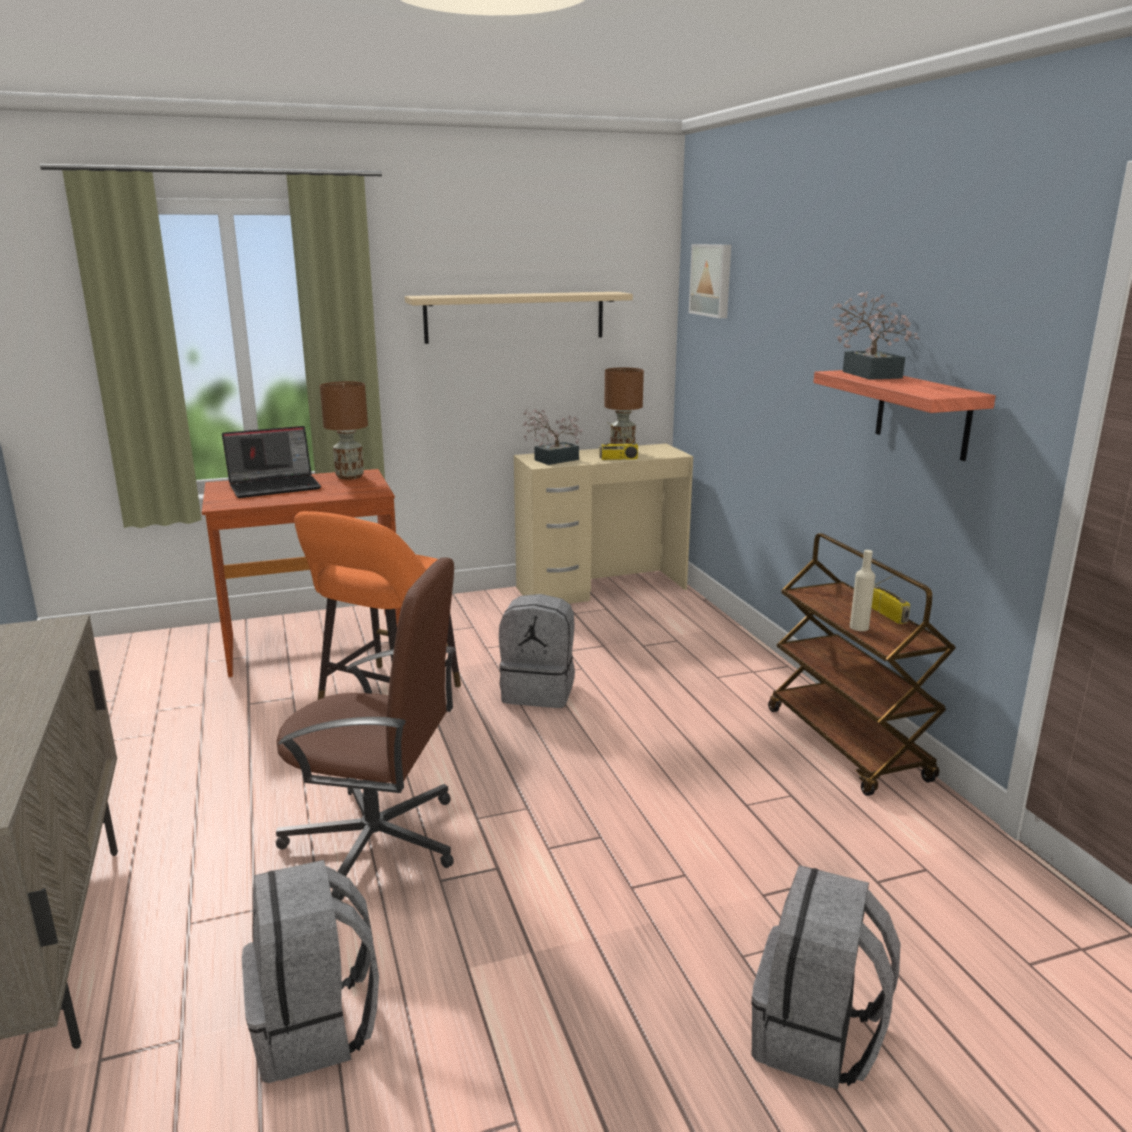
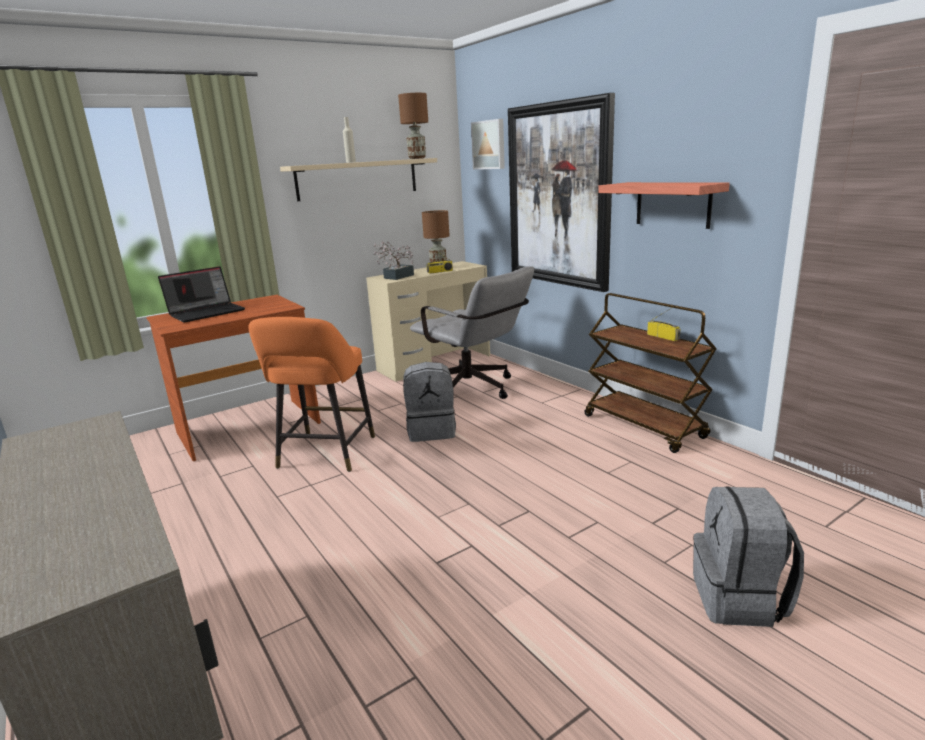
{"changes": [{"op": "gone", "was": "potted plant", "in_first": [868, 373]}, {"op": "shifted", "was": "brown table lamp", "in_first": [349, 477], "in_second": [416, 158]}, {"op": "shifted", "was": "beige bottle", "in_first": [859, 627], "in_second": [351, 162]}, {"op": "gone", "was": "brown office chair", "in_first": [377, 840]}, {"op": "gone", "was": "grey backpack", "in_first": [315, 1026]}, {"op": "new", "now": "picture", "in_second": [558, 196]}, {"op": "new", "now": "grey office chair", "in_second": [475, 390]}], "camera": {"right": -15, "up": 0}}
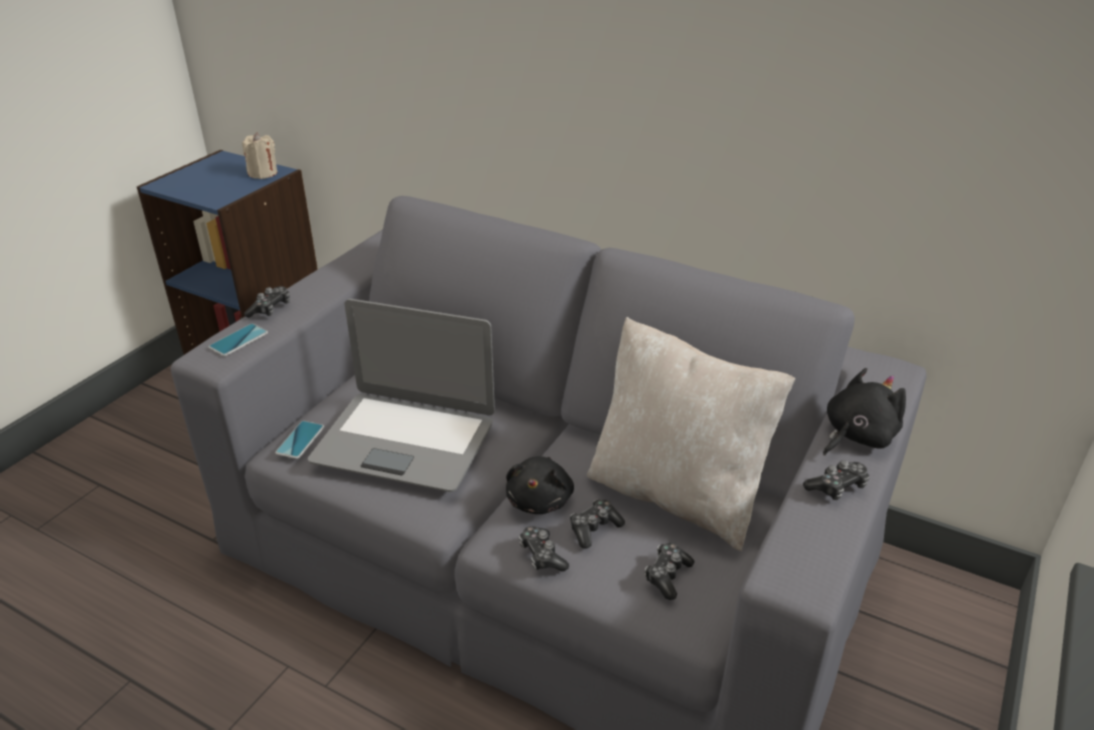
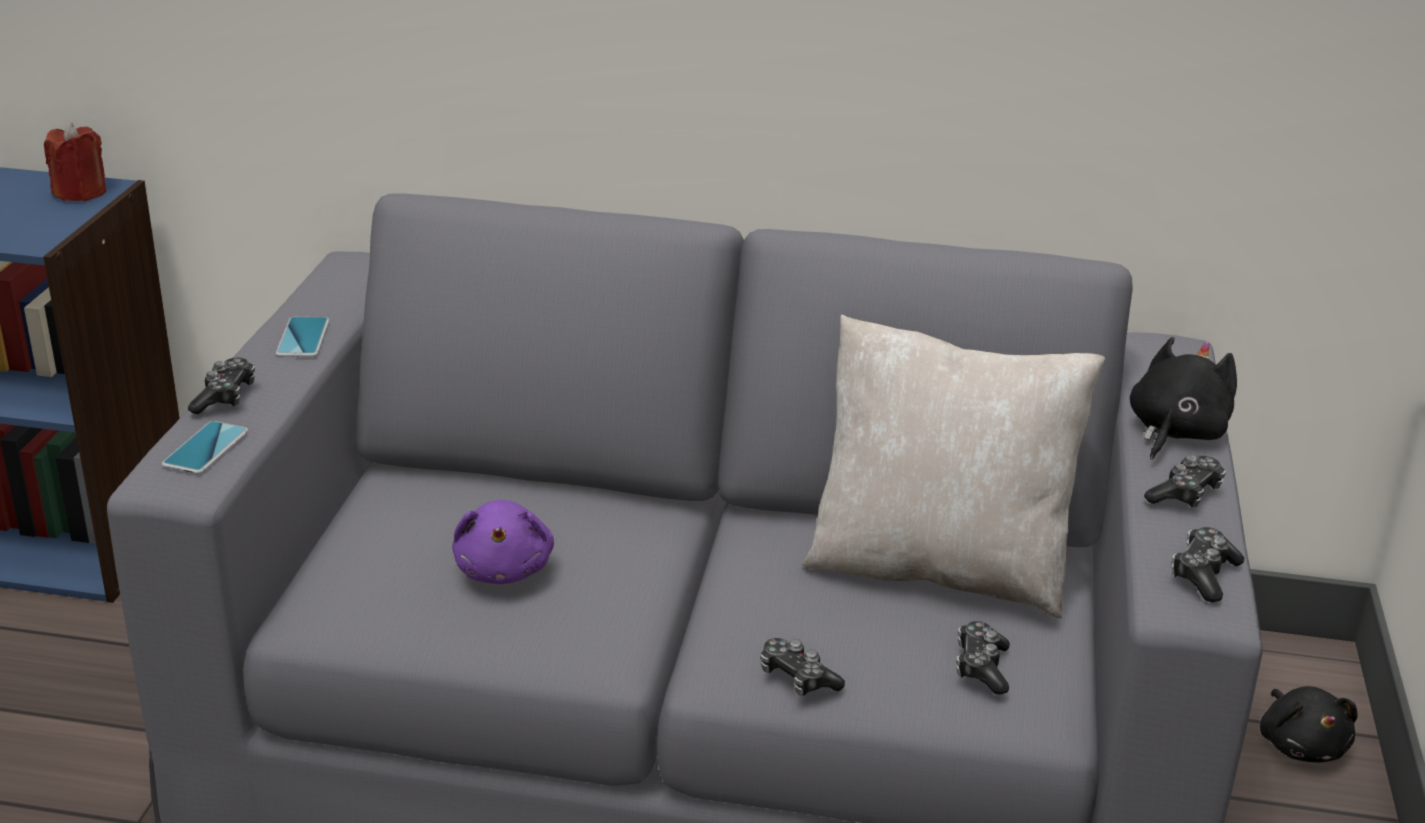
{"changes": [{"op": "repainted", "was": "beige candle", "now": "red candle", "in_first": [263, 173], "in_second": [80, 193]}, {"op": "swapped", "was": "laptop", "now": "purple plush toy", "in_first": [405, 441], "in_second": [504, 569]}, {"op": "shifted", "was": "phone", "in_first": [300, 440], "in_second": [303, 338]}, {"op": "shifted", "was": "black plush toy", "in_first": [540, 500], "in_second": [1301, 745]}, {"op": "shifted", "was": "game controller", "in_first": [594, 528], "in_second": [1203, 575]}], "camera": {"right": -20, "up": -5}}
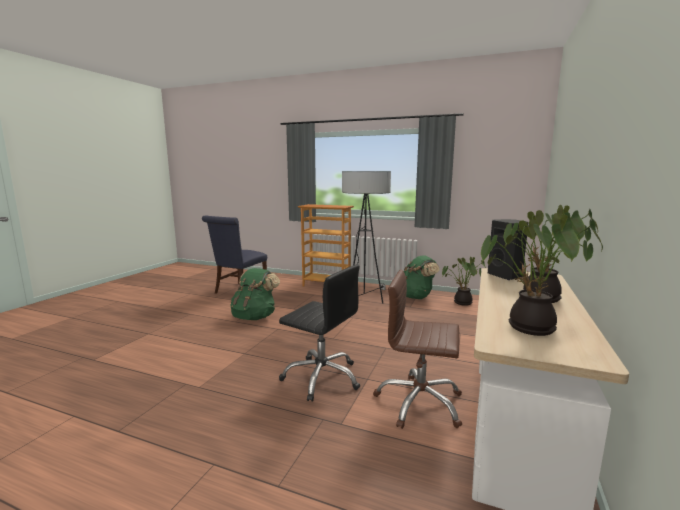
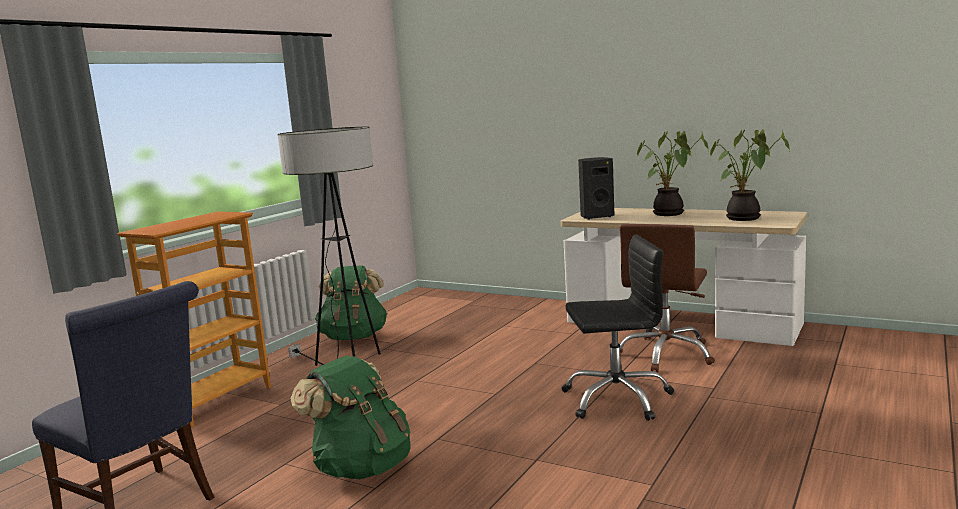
{"changes": [{"op": "gone", "was": "potted plant", "in_first": [461, 303]}, {"op": "rotated", "was": "black office chair", "in_first": [322, 377], "in_second": [616, 398], "clockwise": 45}], "camera": {"right": -80, "up": 0}}
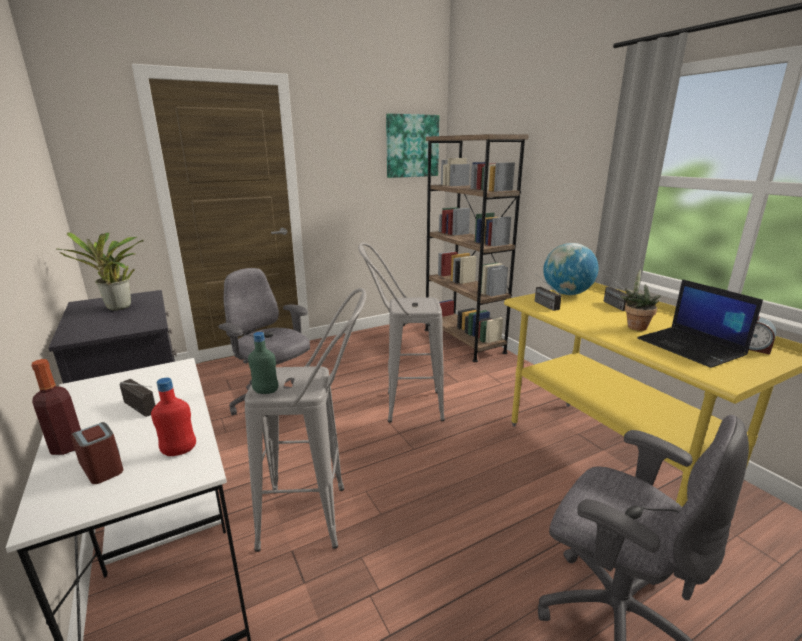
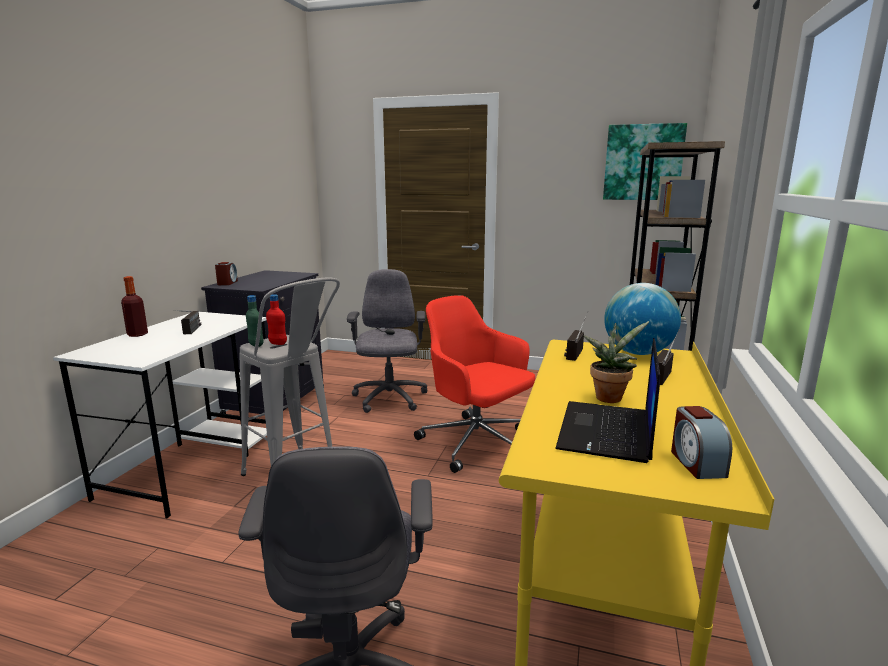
{"changes": [{"op": "gone", "was": "potted plant", "in_first": [118, 308]}, {"op": "swapped", "was": "grey stool", "now": "red office chair", "in_first": [403, 406], "in_second": [476, 443]}, {"op": "shifted", "was": "red bottle", "in_first": [179, 451], "in_second": [278, 343]}, {"op": "shifted", "was": "alarm clock", "in_first": [102, 467], "in_second": [227, 283]}], "camera": {"right": 45, "up": -5}}
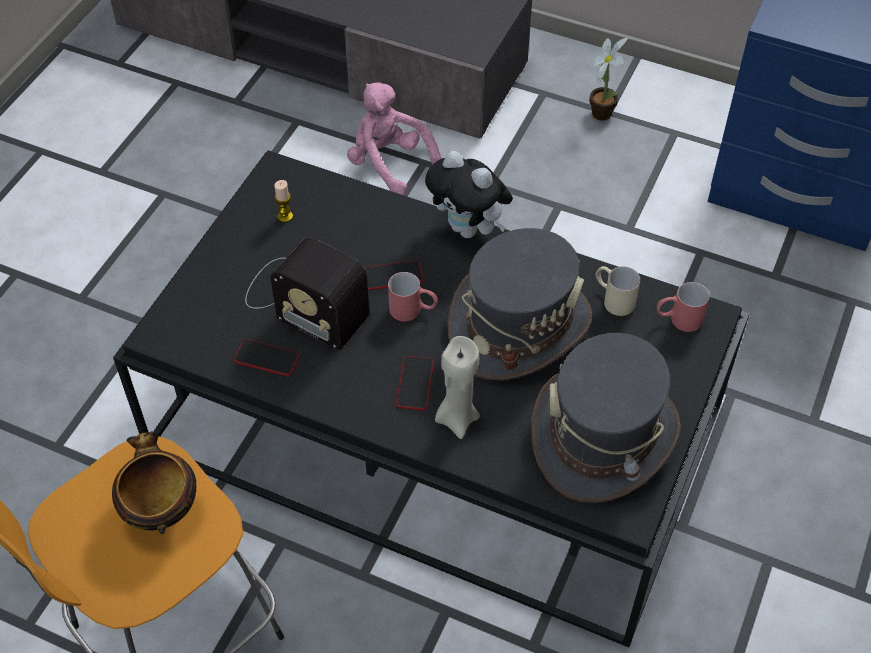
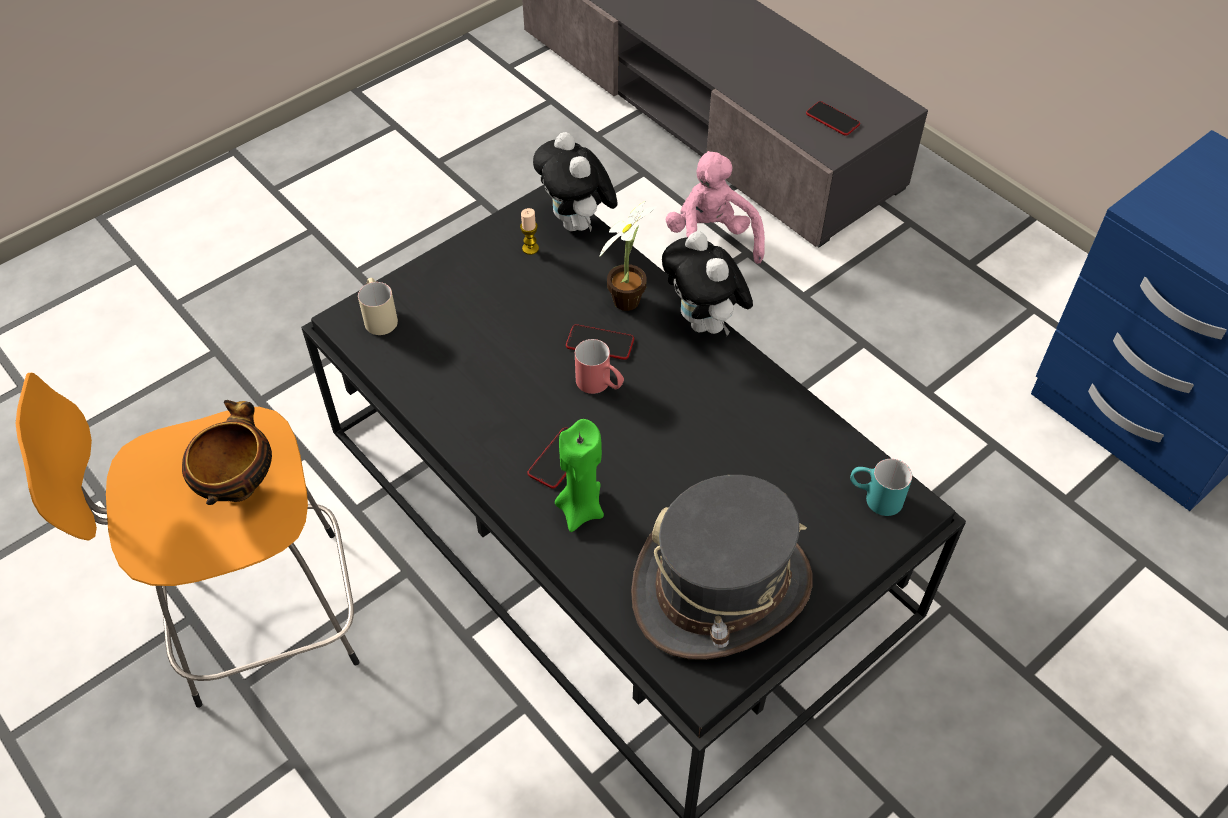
{"changes": [{"op": "shifted", "was": "potted plant", "in_first": [602, 111], "in_second": [629, 298]}, {"op": "gone", "was": "grey hat", "in_first": [518, 326]}, {"op": "gone", "was": "radio", "in_first": [303, 300]}, {"op": "shifted", "was": "beige mug", "in_first": [613, 299], "in_second": [379, 316]}, {"op": "repainted", "was": "red mug", "now": "turquoise mug", "in_first": [678, 320], "in_second": [874, 497]}, {"op": "repainted", "was": "beige candle", "now": "green candle", "in_first": [457, 418], "in_second": [580, 509]}, {"op": "shifted", "was": "phone", "in_first": [267, 358], "in_second": [832, 119]}, {"op": "new", "now": "plush toy", "in_second": [577, 224]}], "camera": {"right": 25, "up": 0}}
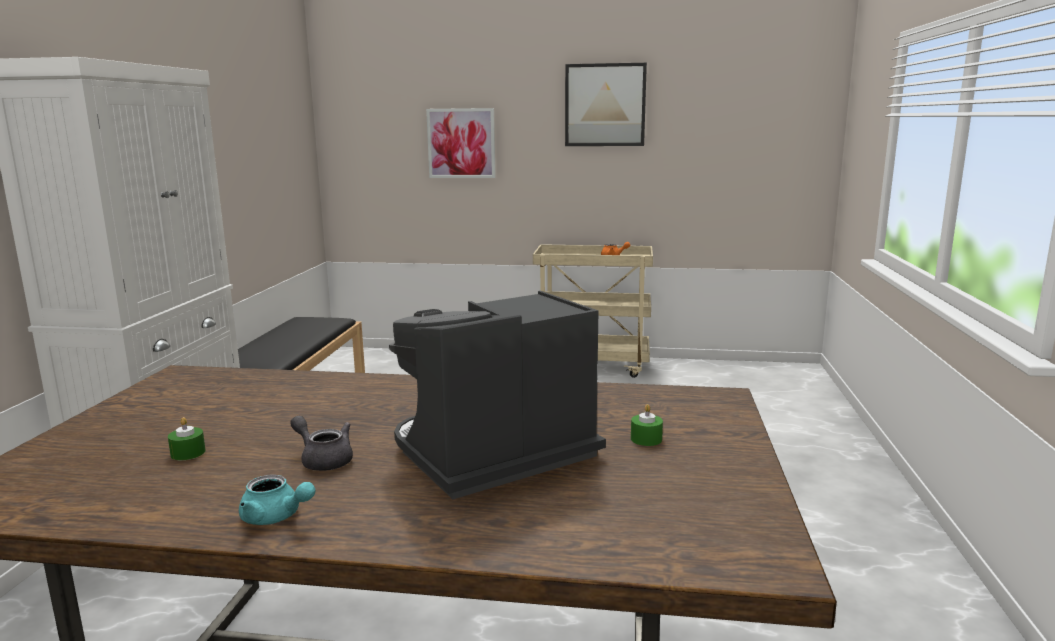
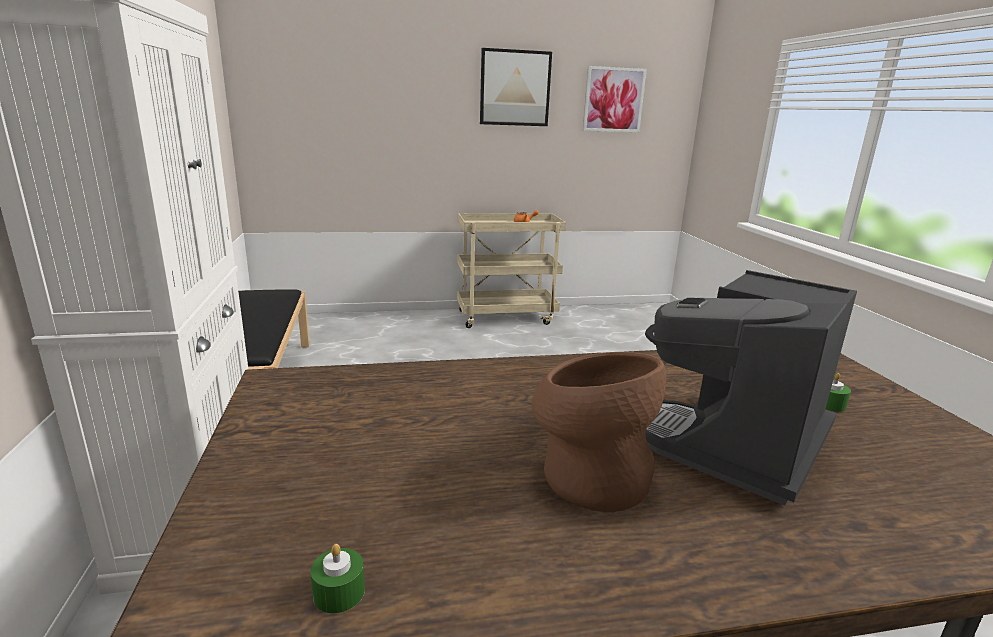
{"changes": [{"op": "shifted", "was": "picture", "in_first": [461, 143], "in_second": [613, 100]}, {"op": "swapped", "was": "grey teapot", "now": "brown vase", "in_first": [323, 460], "in_second": [588, 476]}, {"op": "shifted", "was": "green candle", "in_first": [188, 453], "in_second": [339, 592]}, {"op": "gone", "was": "turquoise teapot", "in_first": [276, 517]}], "camera": {"right": -20, "up": 5}}
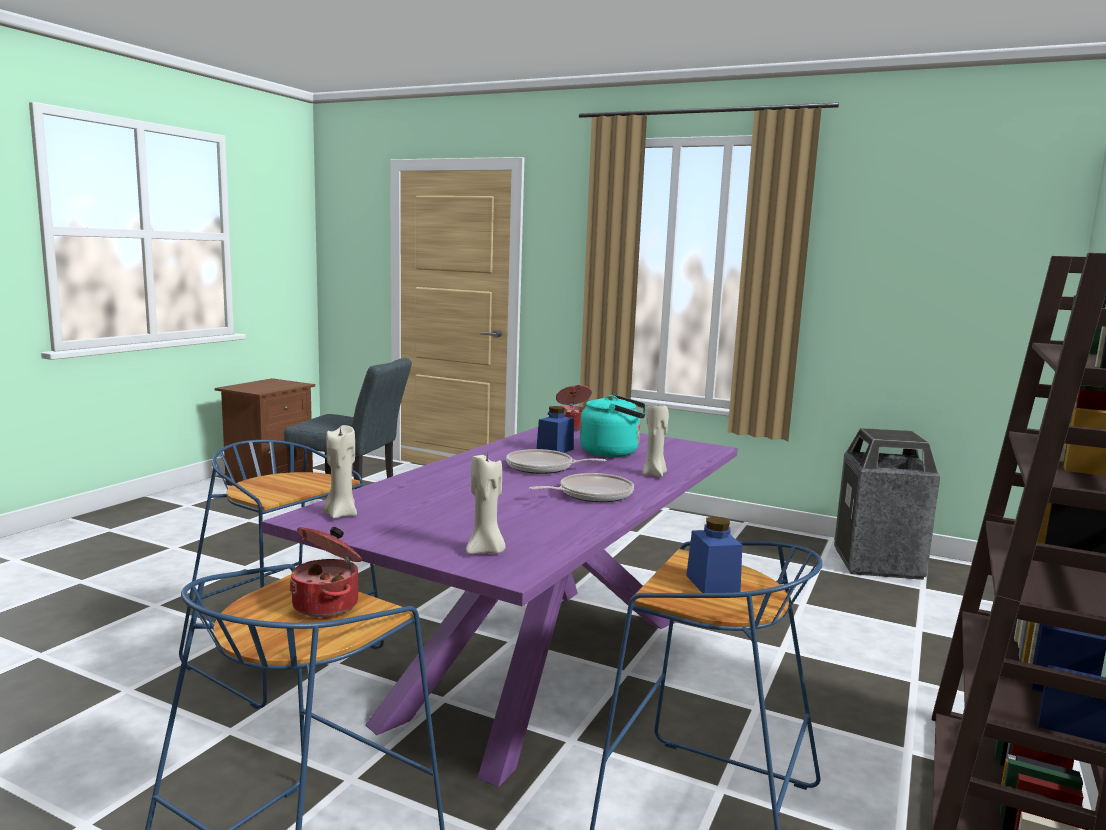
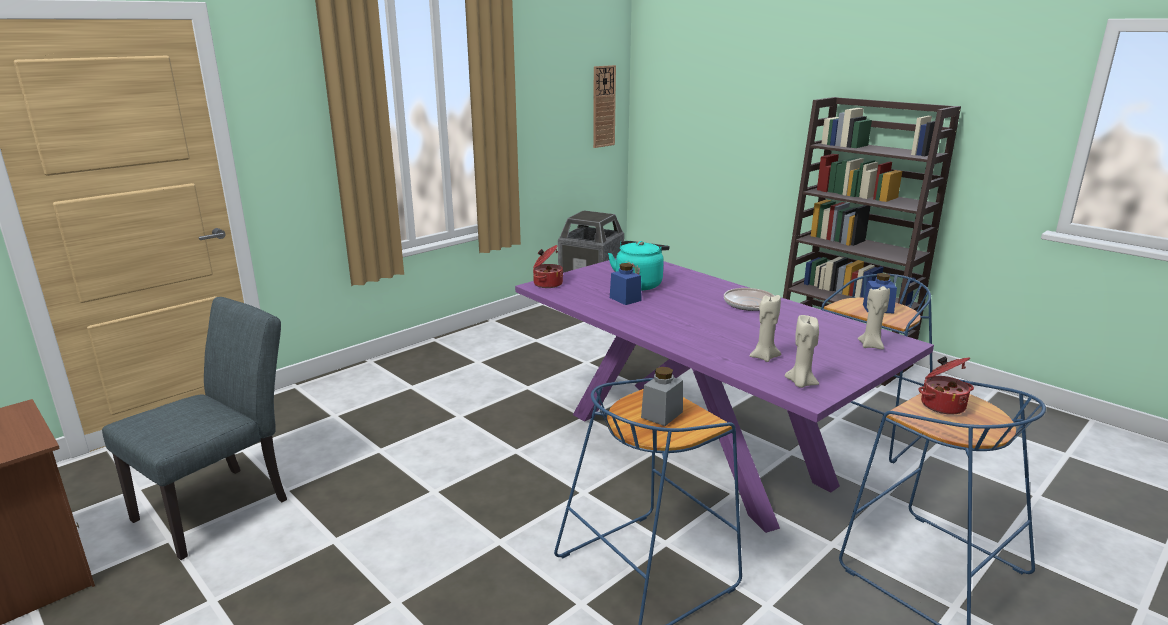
{"changes": [{"op": "shifted", "was": "beige candle", "in_first": [654, 474], "in_second": [764, 357]}, {"op": "gone", "was": "frying pan", "in_first": [543, 467]}, {"op": "new", "now": "wall clock", "in_second": [603, 106]}, {"op": "new", "now": "grey jar", "in_second": [662, 414]}], "camera": {"right": -70, "up": 10}}
